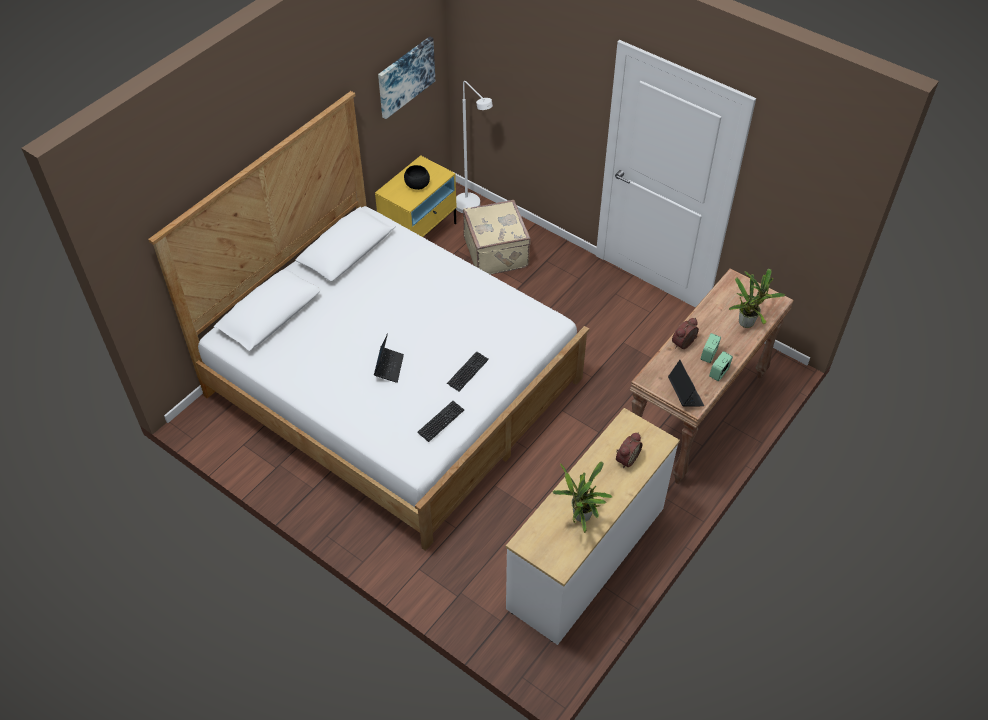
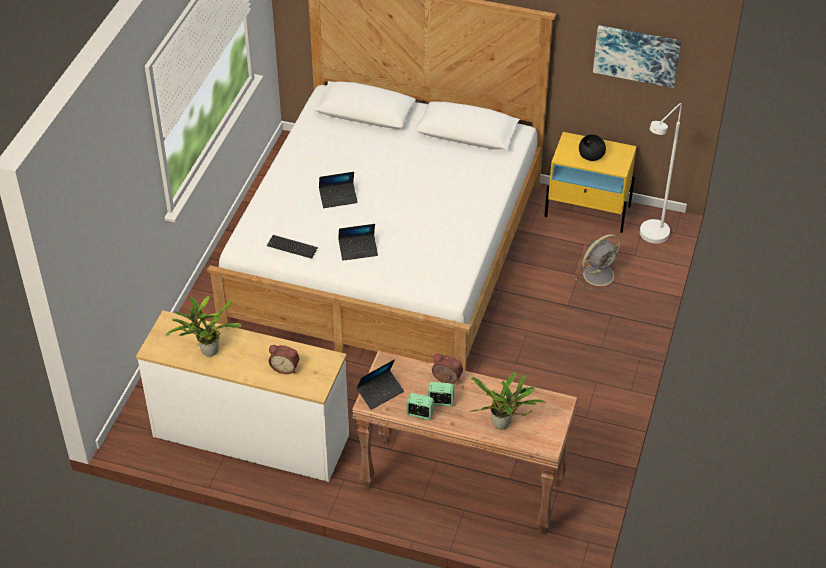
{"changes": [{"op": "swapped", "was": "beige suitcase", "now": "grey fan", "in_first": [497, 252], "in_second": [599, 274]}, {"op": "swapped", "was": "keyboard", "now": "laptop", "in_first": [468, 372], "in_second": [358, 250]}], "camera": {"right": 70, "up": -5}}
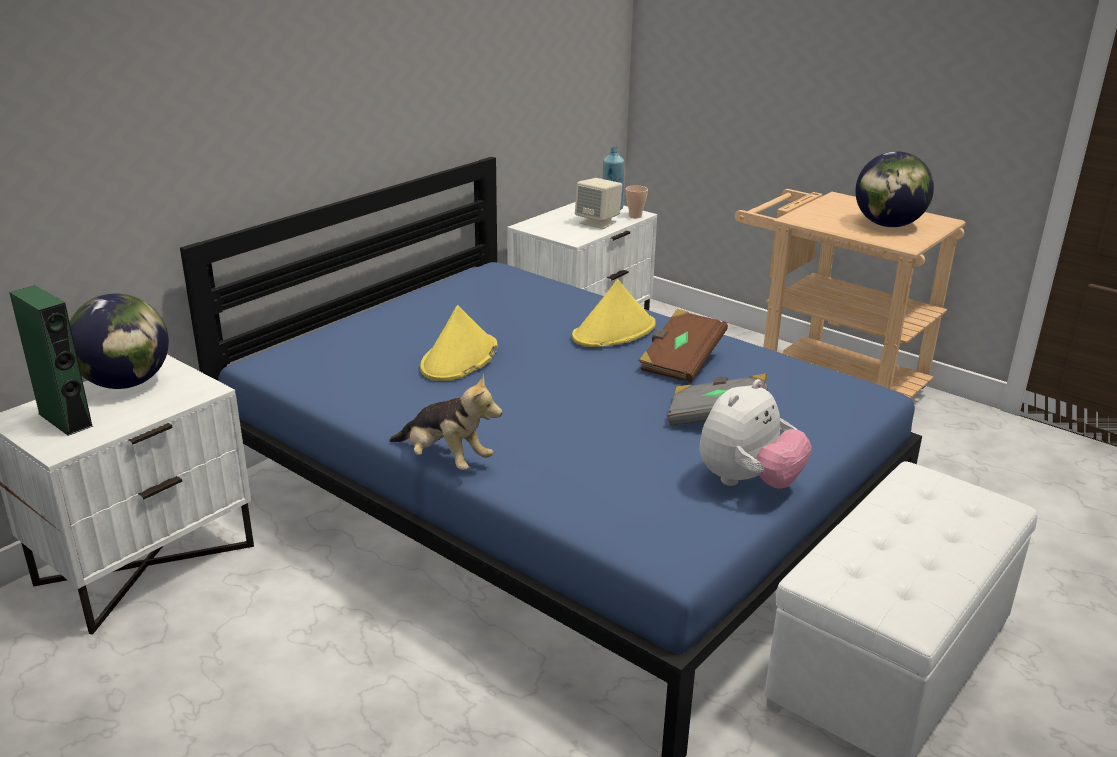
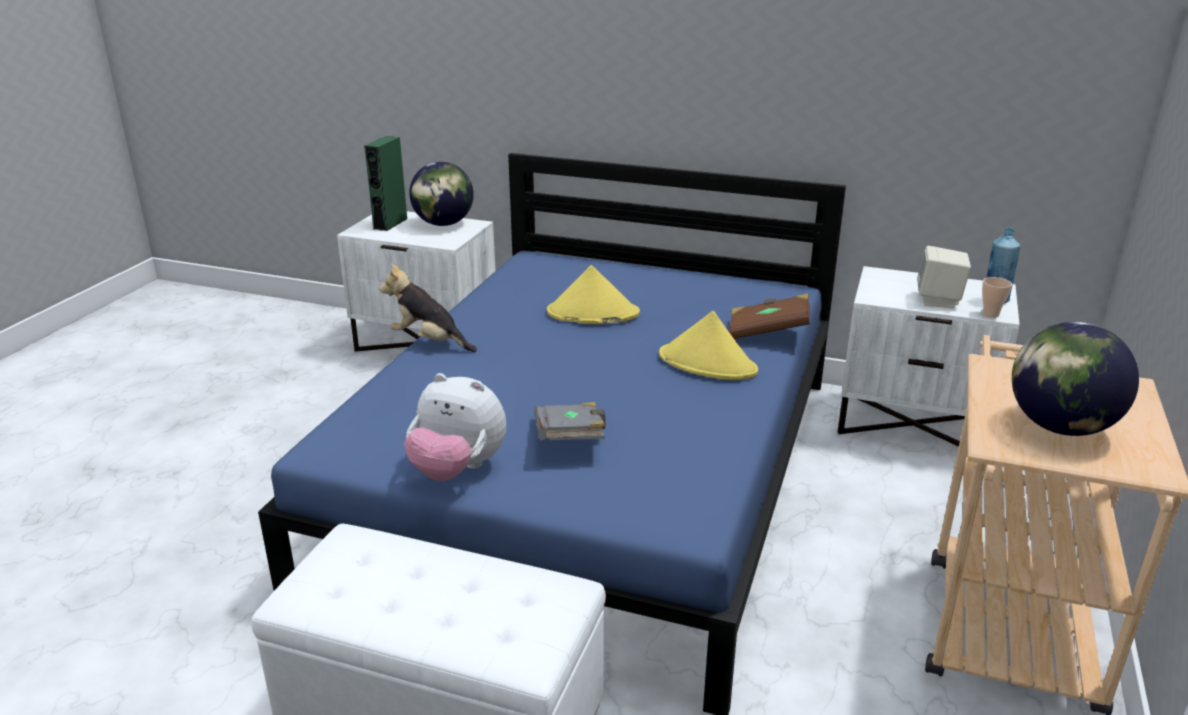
{"changes": [{"op": "shifted", "was": "brown book", "in_first": [680, 362], "in_second": [768, 332]}, {"op": "rotated", "was": "plush toy", "in_first": [445, 460], "in_second": [429, 341], "clockwise": 105}], "camera": {"right": 70, "up": 0}}
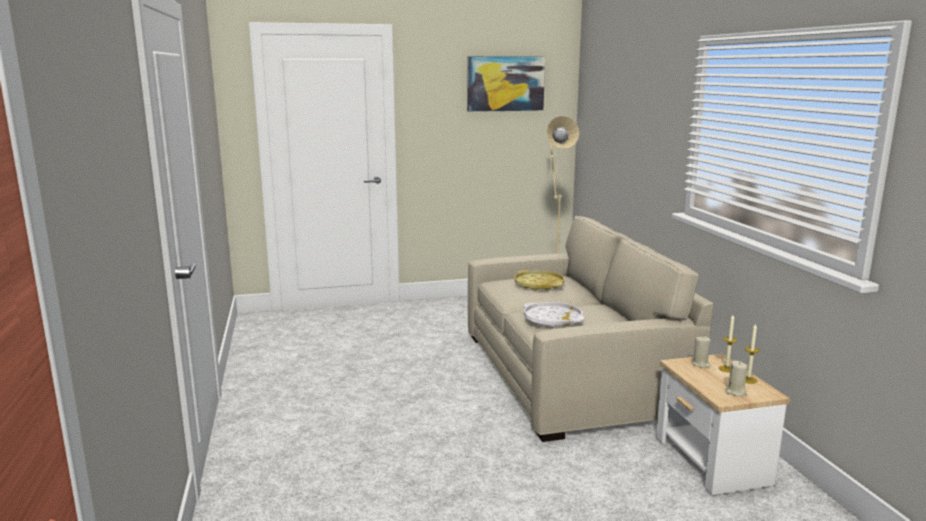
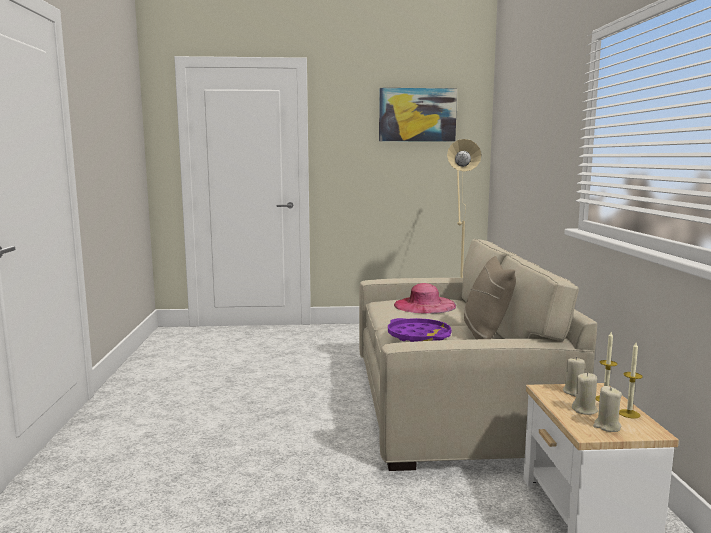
{"changes": [{"op": "swapped", "was": "yellow tray", "now": "pink hat", "in_first": [539, 285], "in_second": [424, 305]}, {"op": "repainted", "was": "white tray", "now": "purple tray", "in_first": [552, 319], "in_second": [419, 336]}, {"op": "new", "now": "beige pillow", "in_second": [485, 334]}, {"op": "new", "now": "beige candle", "in_second": [585, 410]}], "camera": {"right": 10, "up": -5}}
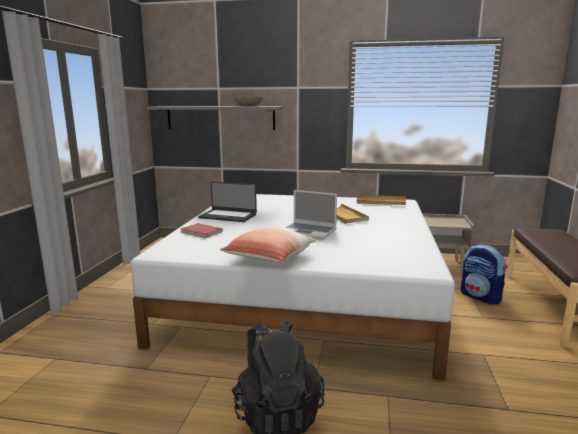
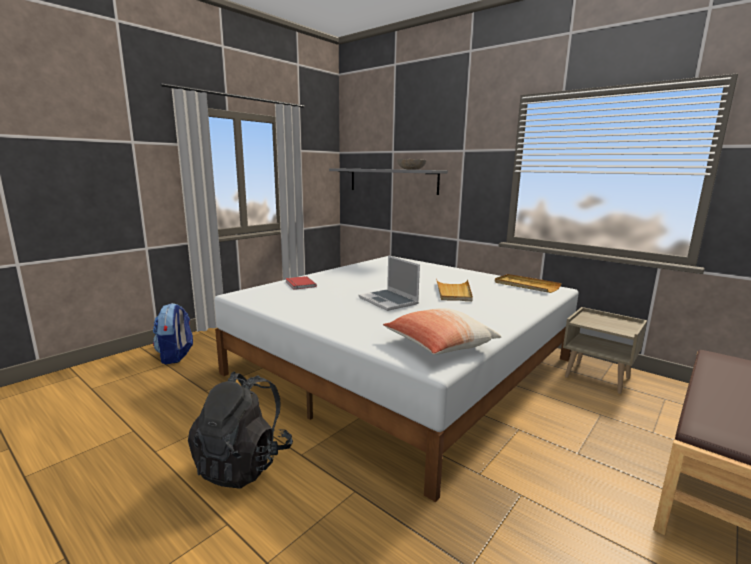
{"changes": [{"op": "gone", "was": "laptop", "in_first": [228, 216]}, {"op": "shifted", "was": "pillow", "in_first": [269, 258], "in_second": [439, 345]}, {"op": "shifted", "was": "backpack", "in_first": [481, 297], "in_second": [176, 356]}], "camera": {"right": 30, "up": 0}}
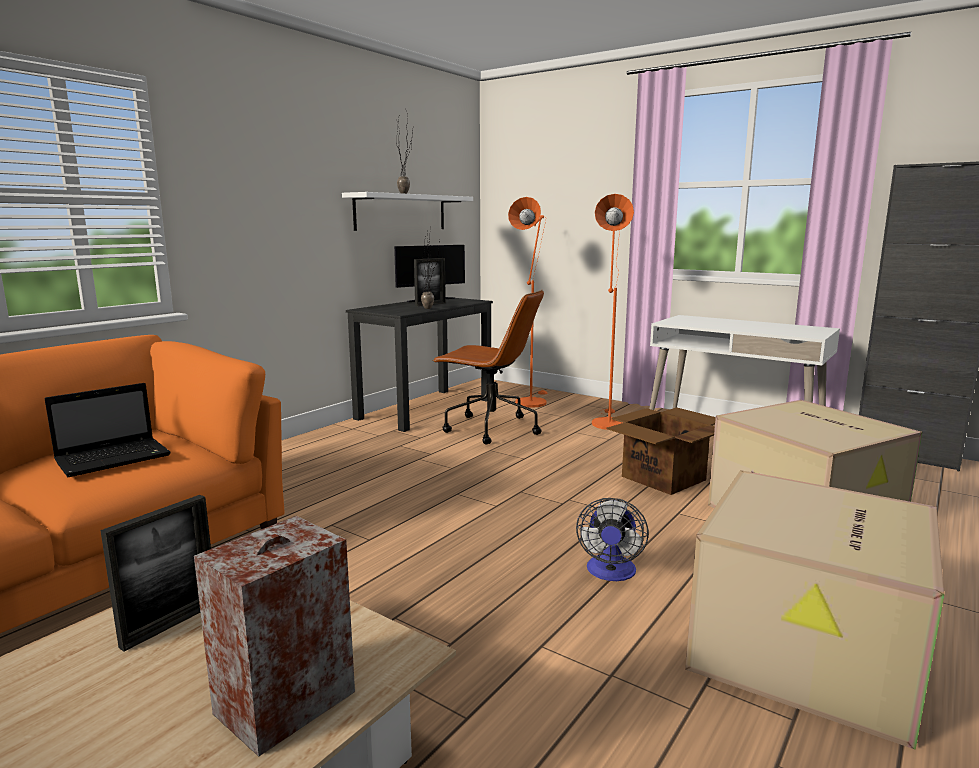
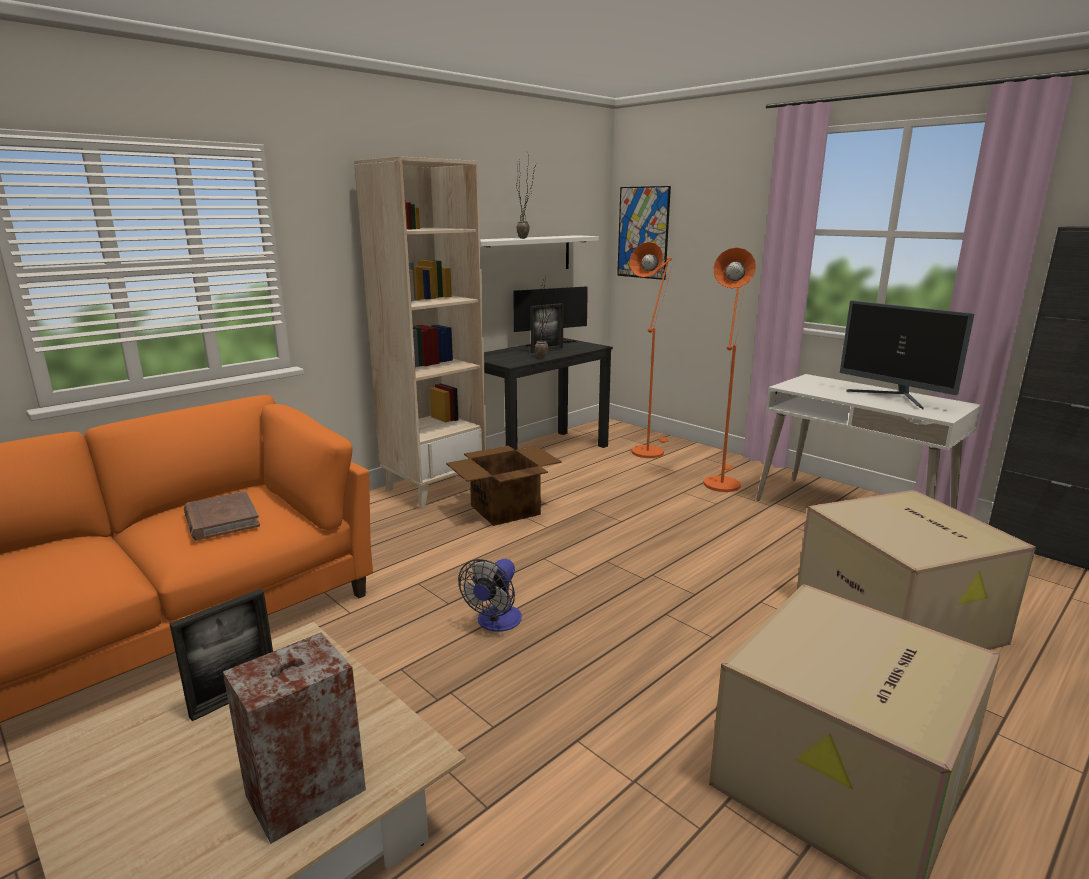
{"changes": [{"op": "gone", "was": "brown office chair", "in_first": [490, 429]}, {"op": "swapped", "was": "laptop", "now": "brown book", "in_first": [115, 458], "in_second": [221, 520]}, {"op": "shifted", "was": "cardboard box", "in_first": [662, 478], "in_second": [504, 510]}, {"op": "shifted", "was": "fan", "in_first": [610, 573], "in_second": [495, 623]}, {"op": "new", "now": "beige bookcase", "in_second": [435, 488]}, {"op": "new", "now": "picture", "in_second": [643, 233]}, {"op": "new", "now": "monitor", "in_second": [894, 398]}], "camera": {"right": 10, "up": 5}}
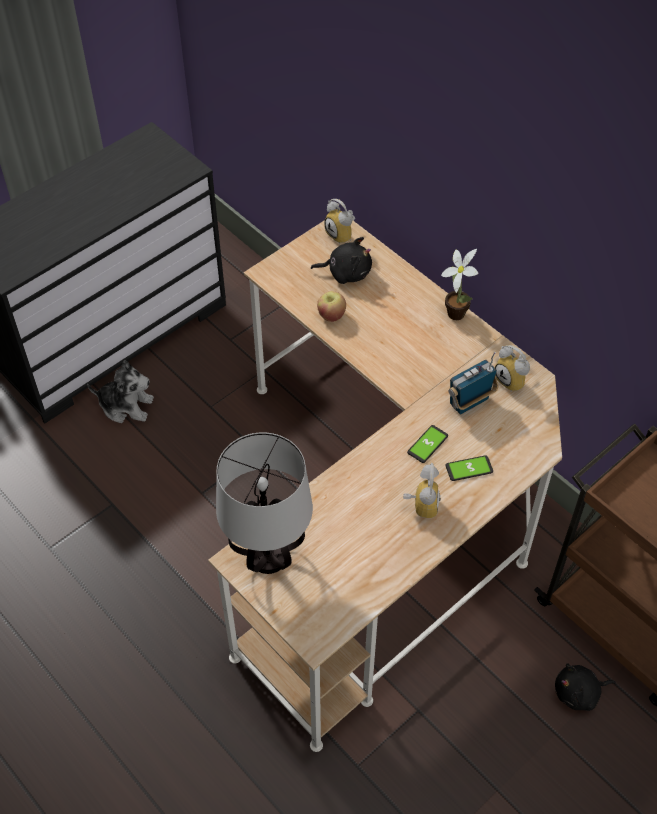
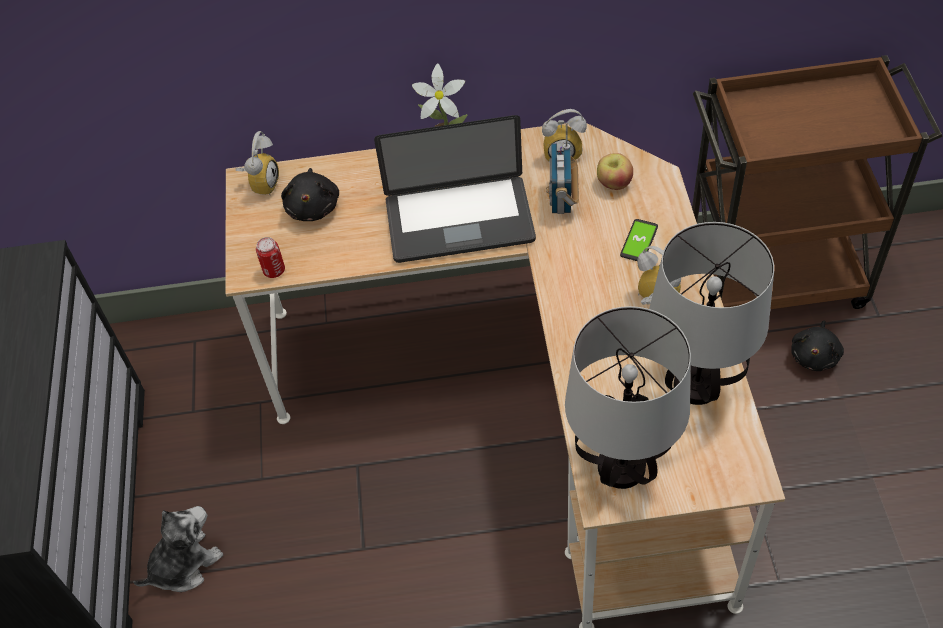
{"changes": [{"op": "rotated", "was": "alarm clock", "in_first": [342, 235], "in_second": [261, 183], "clockwise": -75}, {"op": "rotated", "was": "black plush toy", "in_first": [346, 272], "in_second": [313, 206], "clockwise": 135}, {"op": "shifted", "was": "apple", "in_first": [331, 315], "in_second": [614, 183]}, {"op": "gone", "was": "phone", "in_first": [427, 444]}, {"op": "new", "now": "laptop", "in_second": [459, 221]}, {"op": "new", "now": "table lamp", "in_second": [695, 384]}, {"op": "new", "now": "can", "in_second": [274, 270]}], "camera": {"right": -50, "up": 0}}
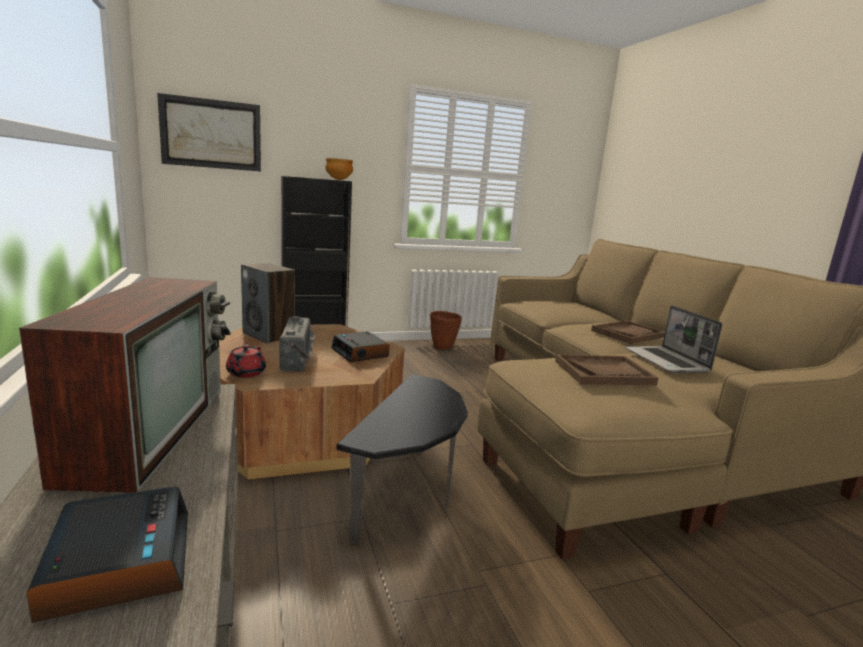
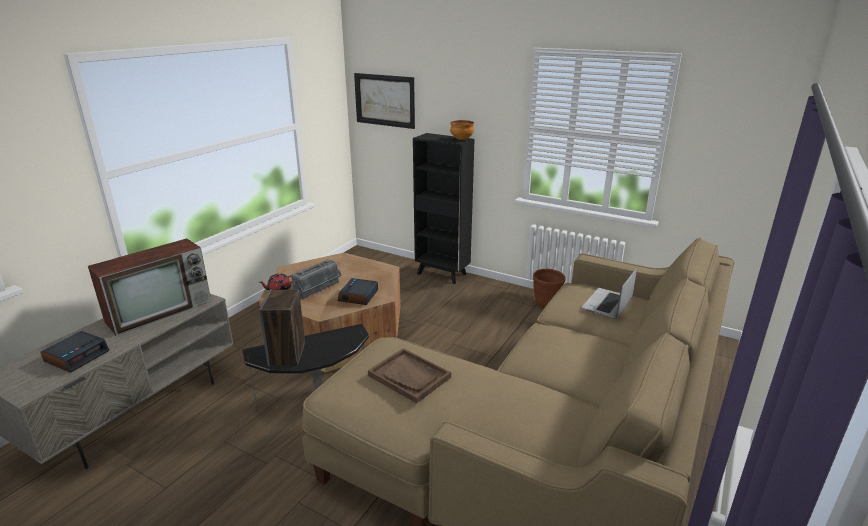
{"changes": [{"op": "shifted", "was": "speaker", "in_first": [269, 335], "in_second": [287, 354]}, {"op": "shifted", "was": "laptop", "in_first": [667, 361], "in_second": [607, 305]}, {"op": "gone", "was": "brown tray", "in_first": [627, 334]}], "camera": {"right": 50, "up": 10}}
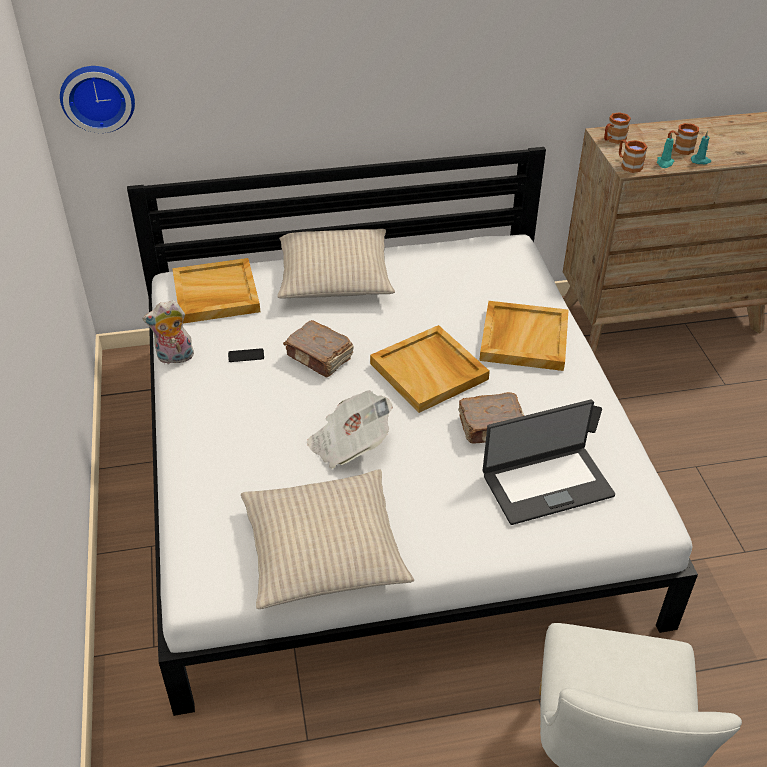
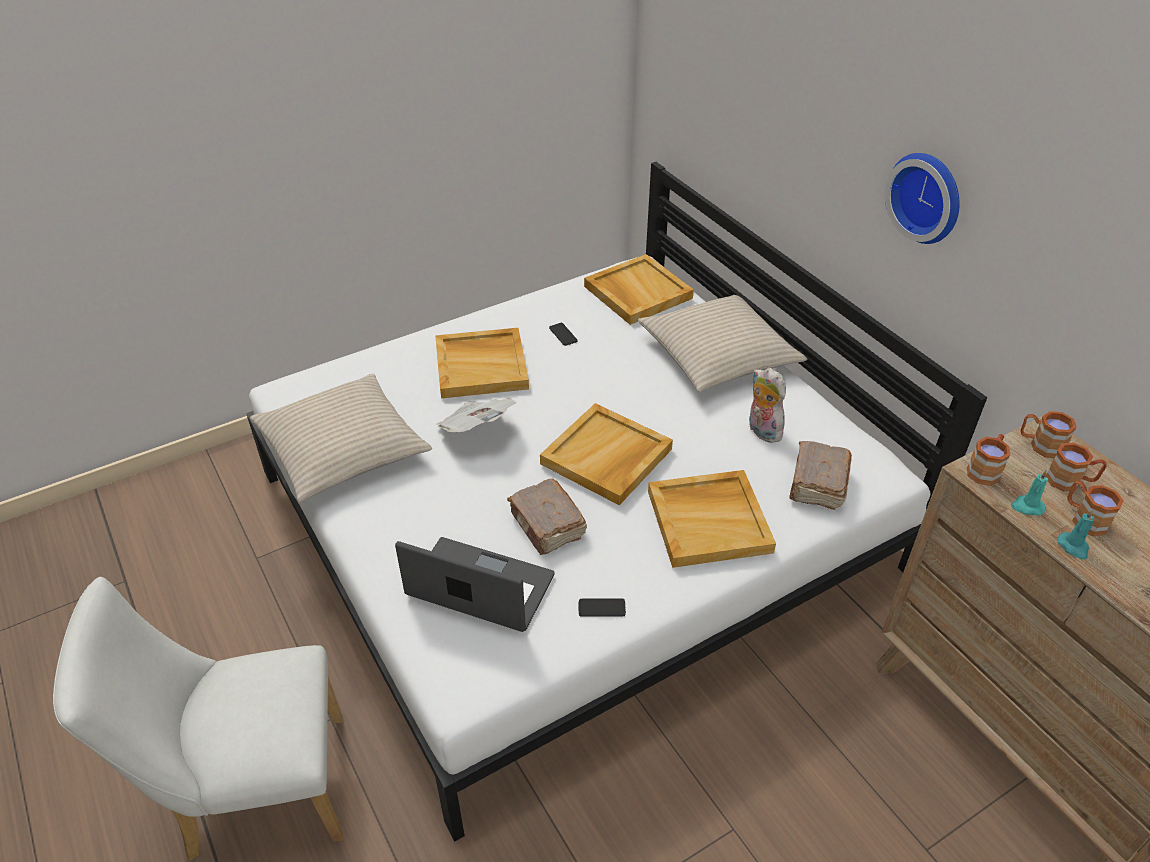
{"changes": [{"op": "shifted", "was": "wall clock", "in_first": [97, 97], "in_second": [928, 196]}, {"op": "shifted", "was": "plush toy", "in_first": [174, 358], "in_second": [761, 431]}, {"op": "shifted", "was": "brown book", "in_first": [319, 357], "in_second": [817, 484]}, {"op": "rotated", "was": "laptop", "in_first": [546, 484], "in_second": [479, 587], "clockwise": 150}, {"op": "new", "now": "beige tray", "in_second": [482, 365]}, {"op": "new", "now": "brown mug", "in_second": [1070, 481]}], "camera": {"right": 70, "up": 0}}
